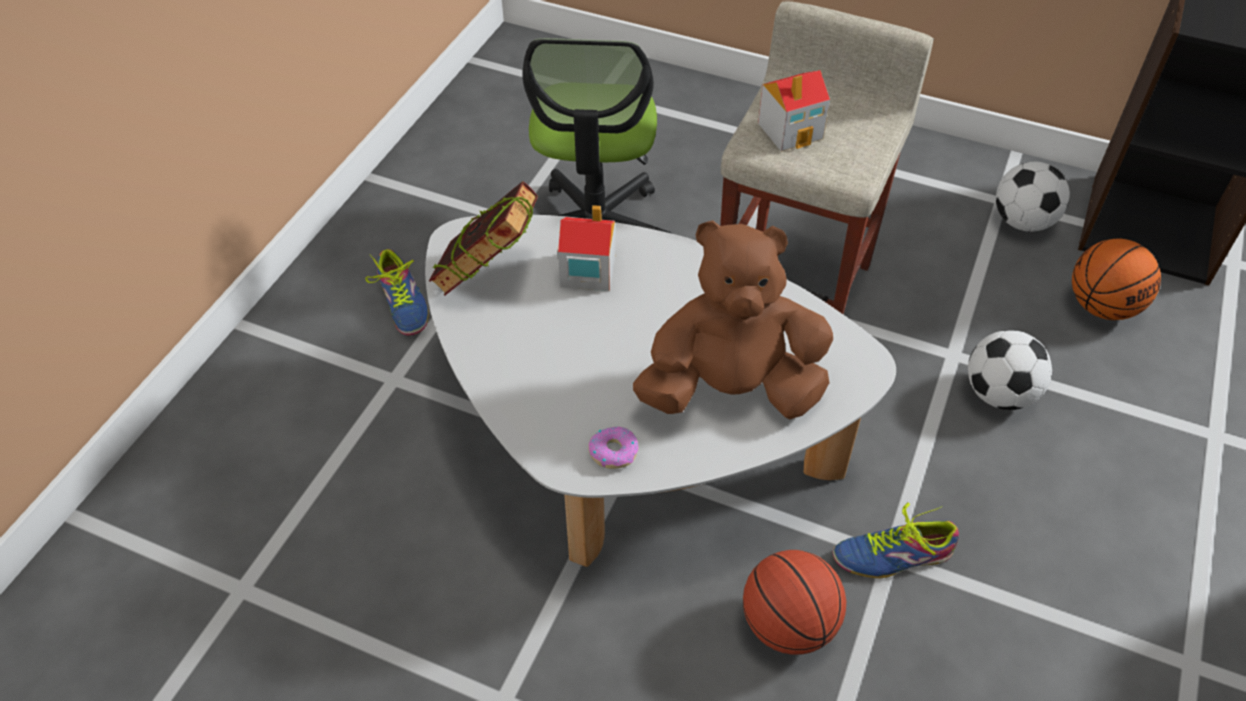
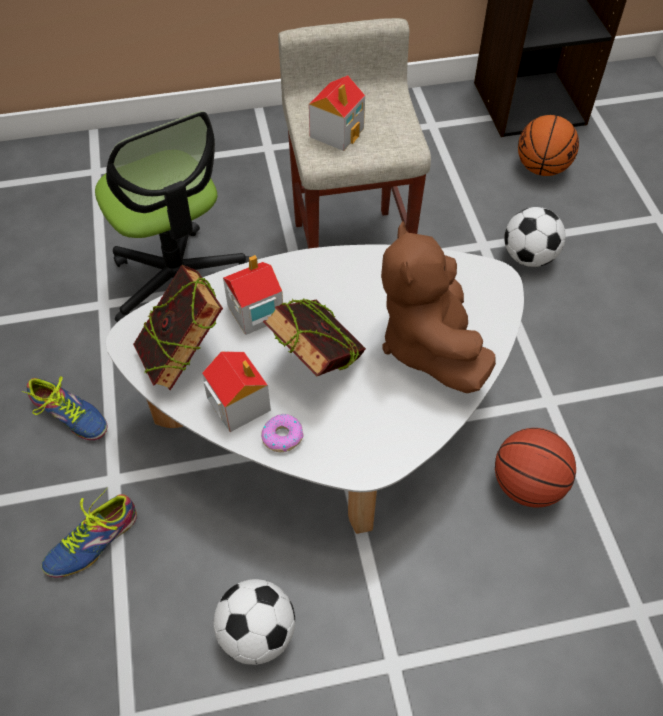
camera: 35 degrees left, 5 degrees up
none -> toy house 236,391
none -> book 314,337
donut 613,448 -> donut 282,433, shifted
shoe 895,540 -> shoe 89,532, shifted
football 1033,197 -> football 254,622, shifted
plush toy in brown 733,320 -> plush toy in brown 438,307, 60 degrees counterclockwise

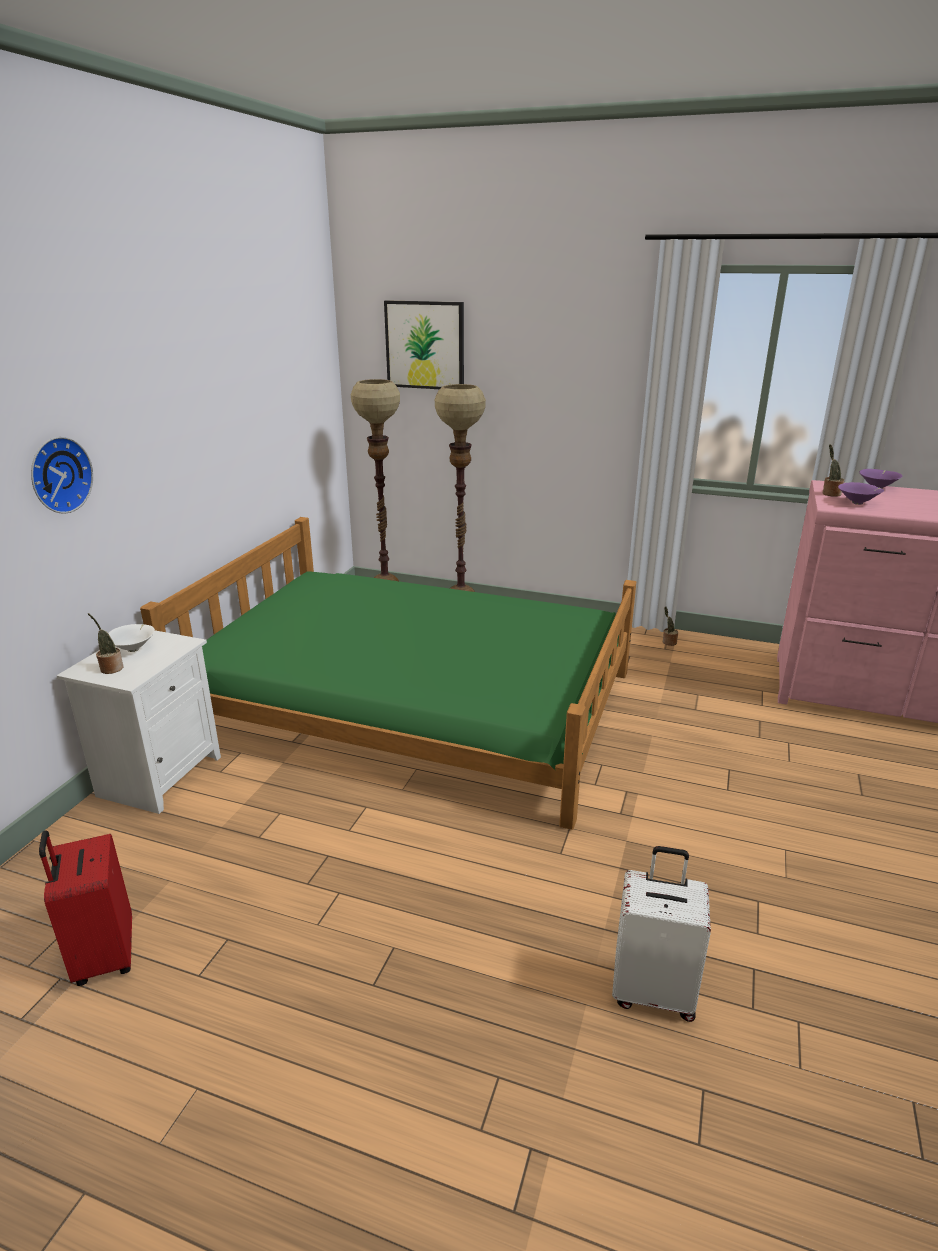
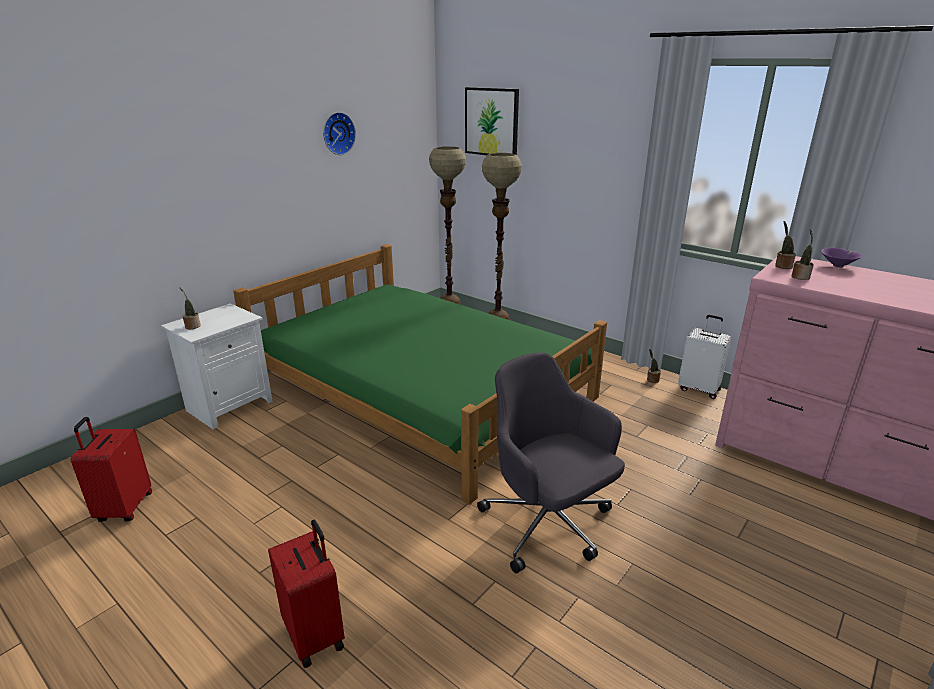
camera: 20 degrees right, 0 degrees up
bowl in white 131,638 -> none
none -> suitcase in red 306,594
none -> office chair in grey 551,463
wall clock 62,475 -> wall clock 339,133, shifted
suitcase in white 661,934 -> suitcase in white 704,357, shifted
bowl in purple 861,493 -> potted plant 803,254

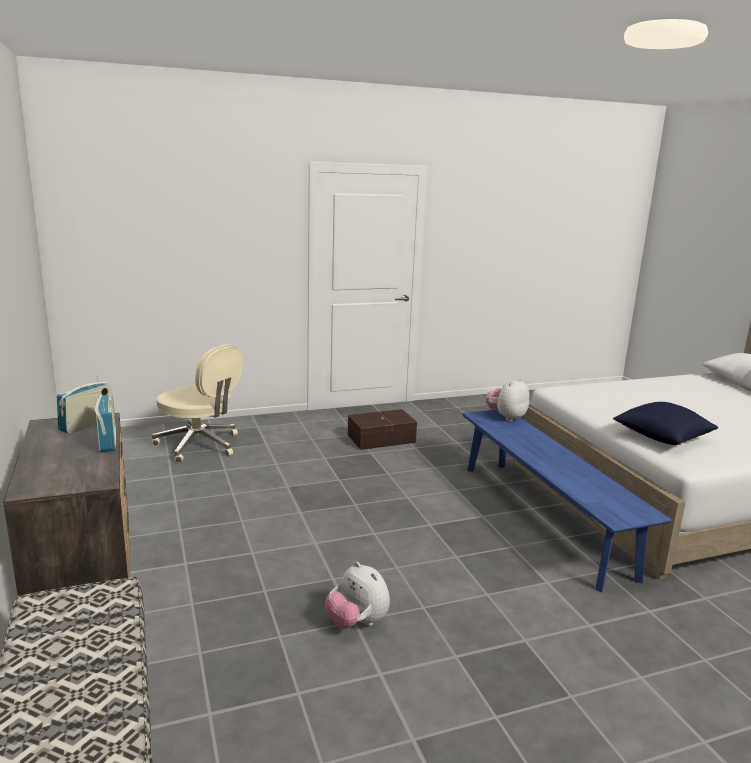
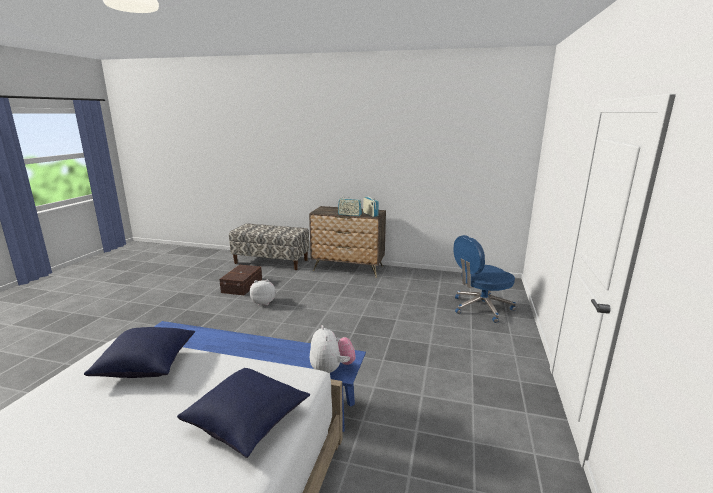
camera: 125 degrees right, 0 degrees up
none -> pillow in blue 243,413
storage box in brown 382,429 -> storage box in brown 240,280, shifted
office chair in beige 197,403 -> office chair in blue 485,279

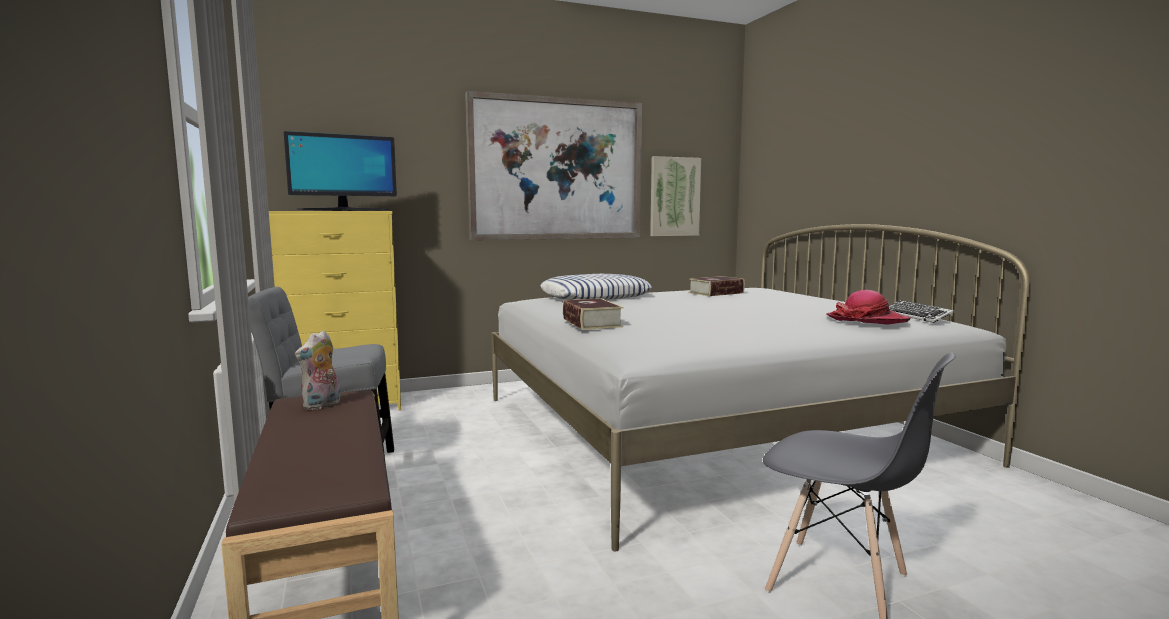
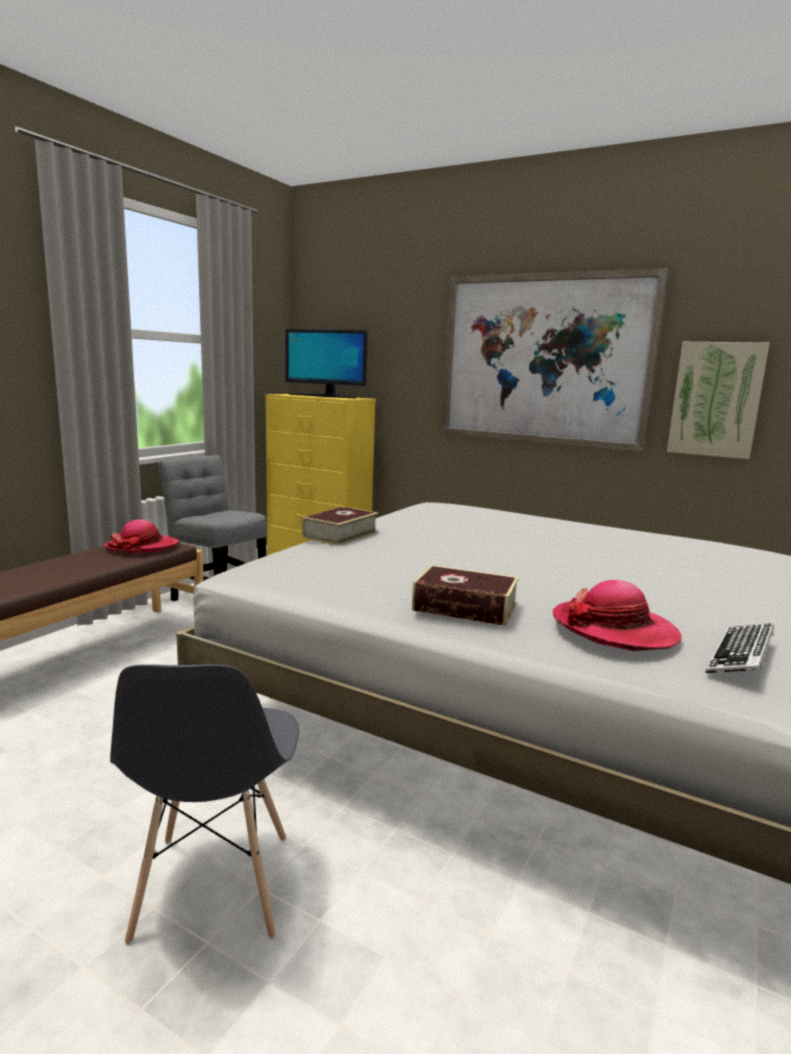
camera: 50 degrees right, 5 degrees up
pillow 596,287 -> none
book 717,286 -> book 465,595, shifted
plush toy 317,370 -> hat 141,536

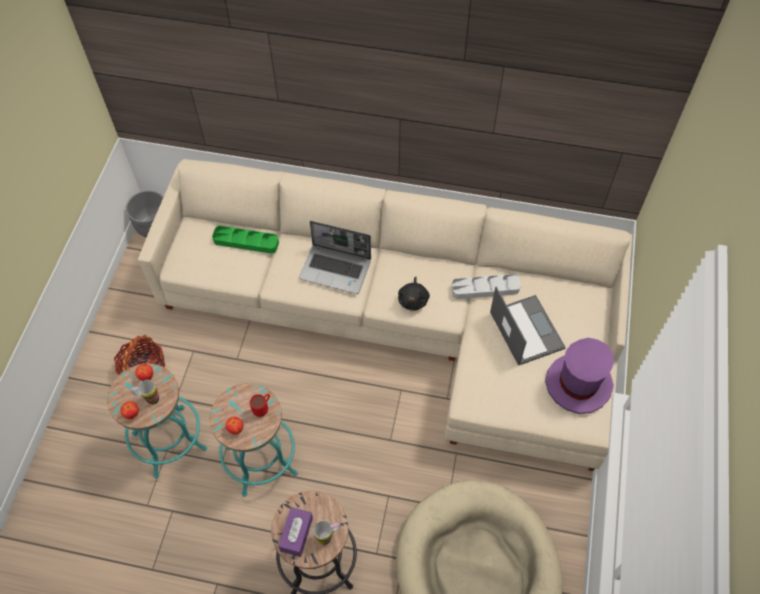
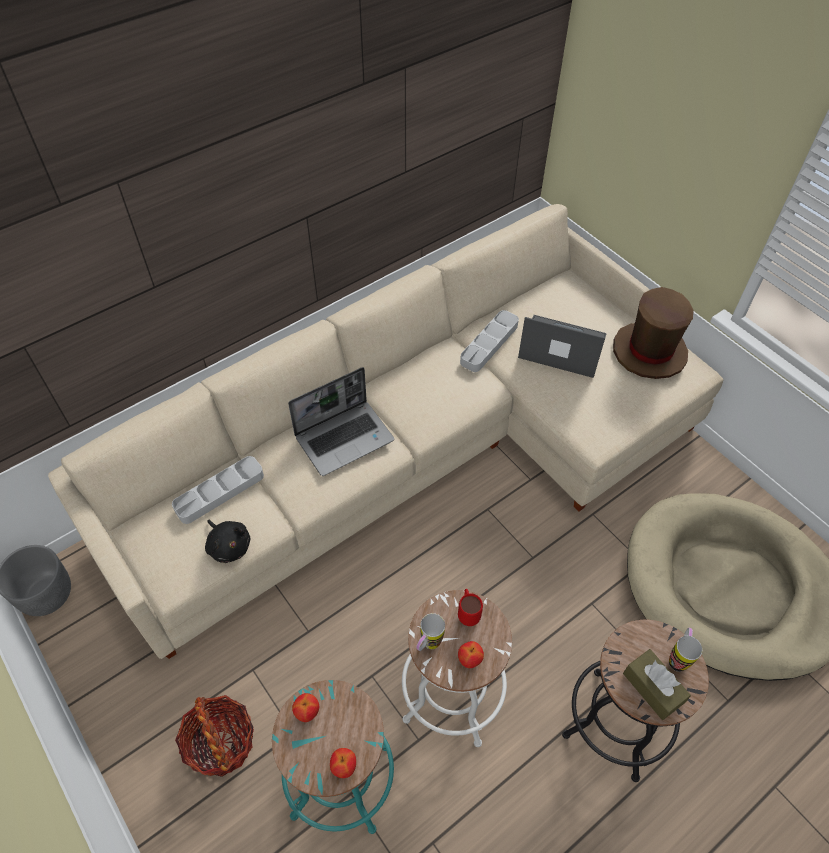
camera: 50 degrees left, 5 degrees down
mug 145,392 -> mug 430,632, shifted
plush toy in black 414,294 -> plush toy in black 227,541, shifted
stool in turquoise 254,440 -> stool in white 457,668
tray in green 245,240 -> tray in grey 218,490
tissue box in purple 295,532 -> tissue box in brown 657,684
hat in purple 579,376 -> hat in brown 653,333

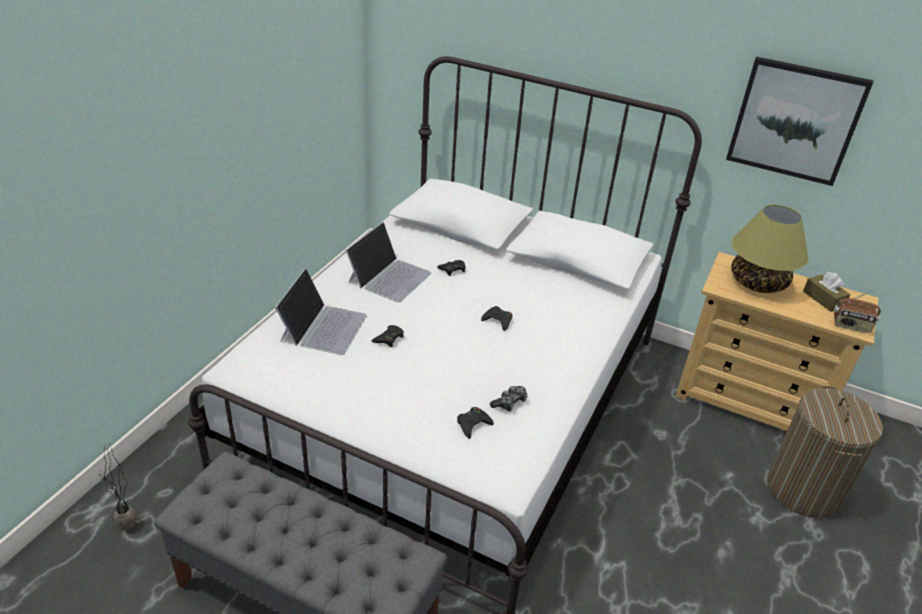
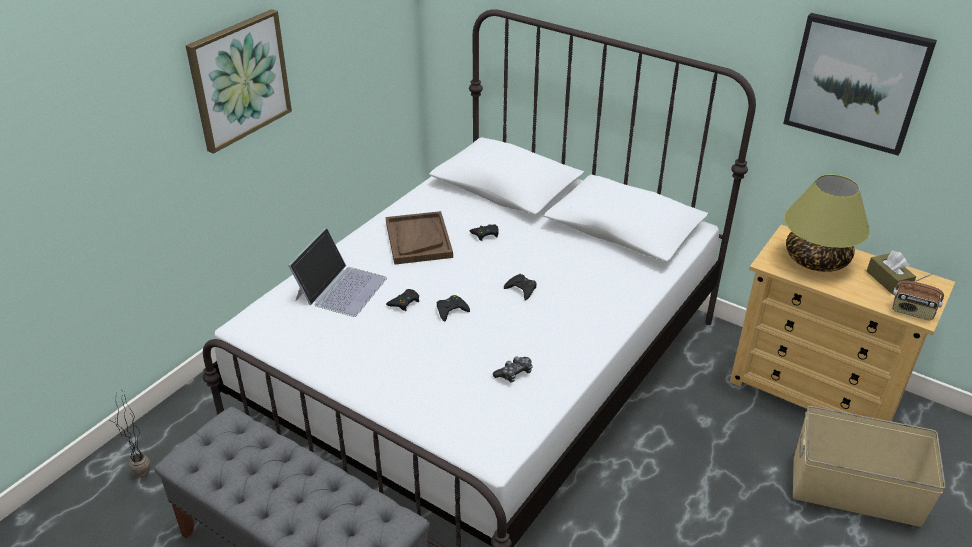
camera: 10 degrees right, 0 degrees up
none -> picture 239,81
game controller in black 475,423 -> game controller in black 453,308, shifted
laptop 388,262 -> tray in brown 419,238
laundry basket 825,452 -> storage box in beige 869,466

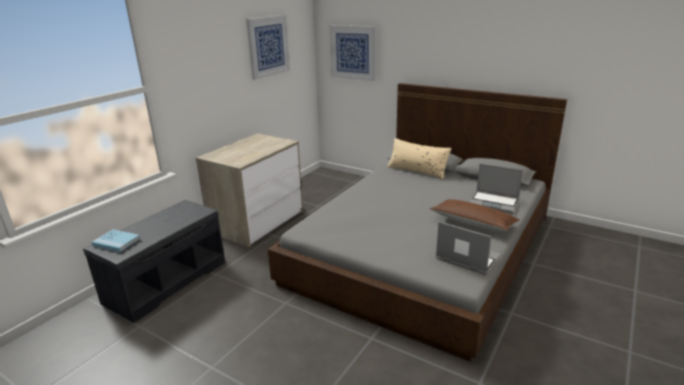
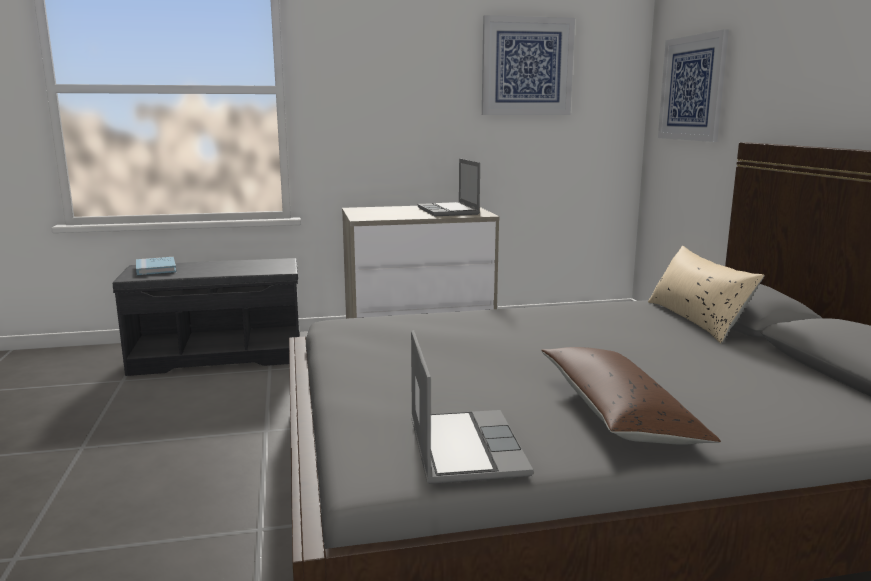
camera: 45 degrees right, 10 degrees down
laptop 496,188 -> laptop 449,187, shifted

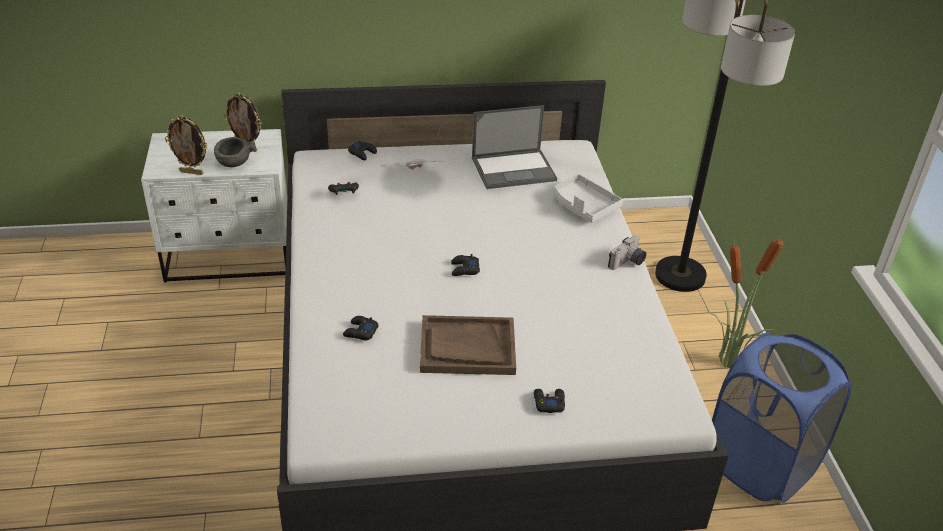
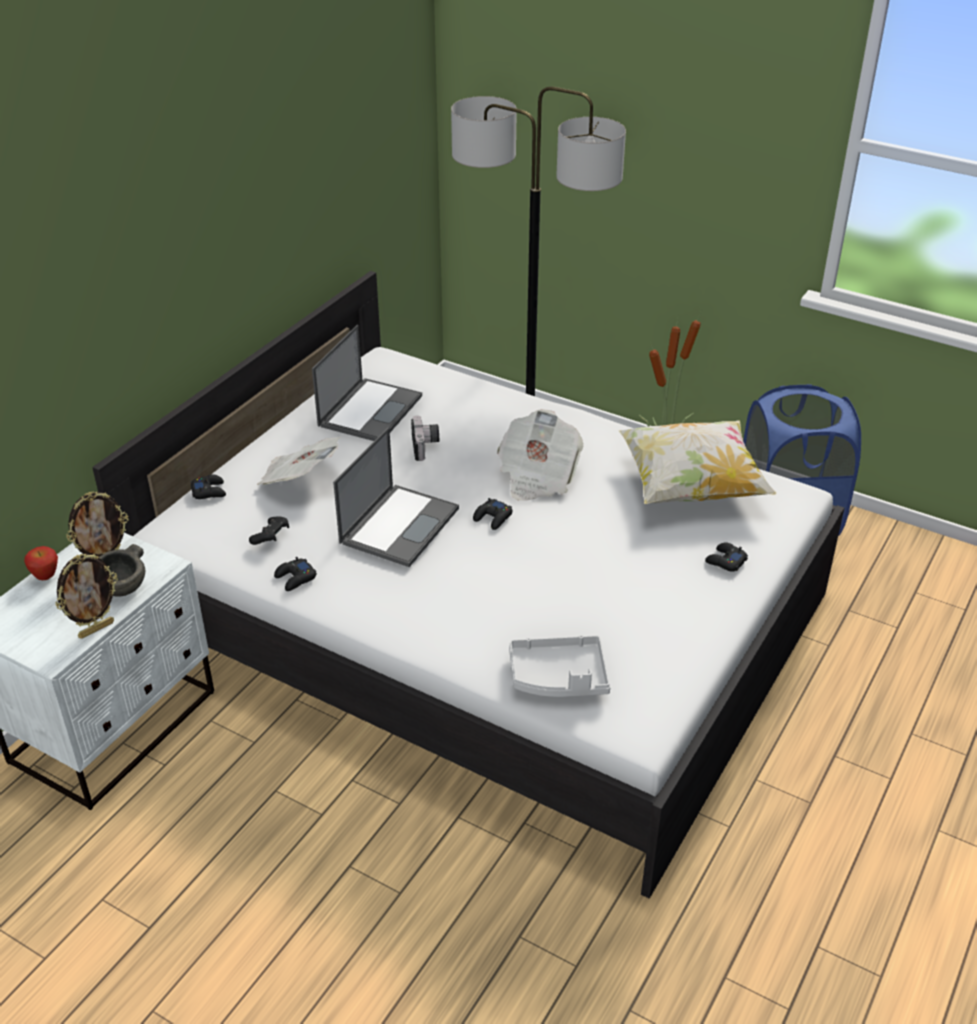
camera: 50 degrees left, 0 degrees up
tray in brown 468,345 -> none
none -> apple 41,563
none -> laptop 396,497
none -> newspaper 540,455
none -> pillow 697,462
game controller in black 361,328 -> game controller in black 295,574, shifted
tray in grey 588,198 -> tray in grey 560,666, shifted
photo camera 627,253 -> photo camera 425,438, shifted

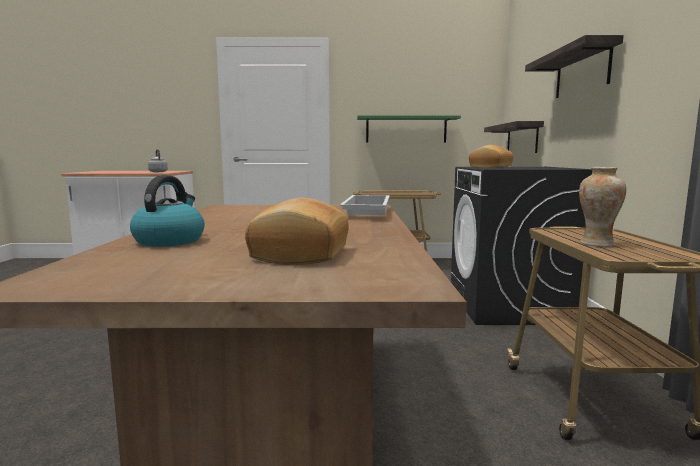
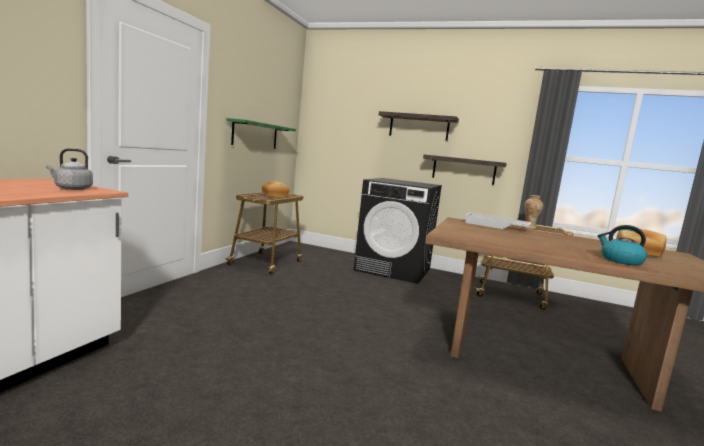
camera: 70 degrees left, 0 degrees up
bread 491,156 -> bread 275,189, shifted
shelf 514,137 -> shelf 465,170, shifted

